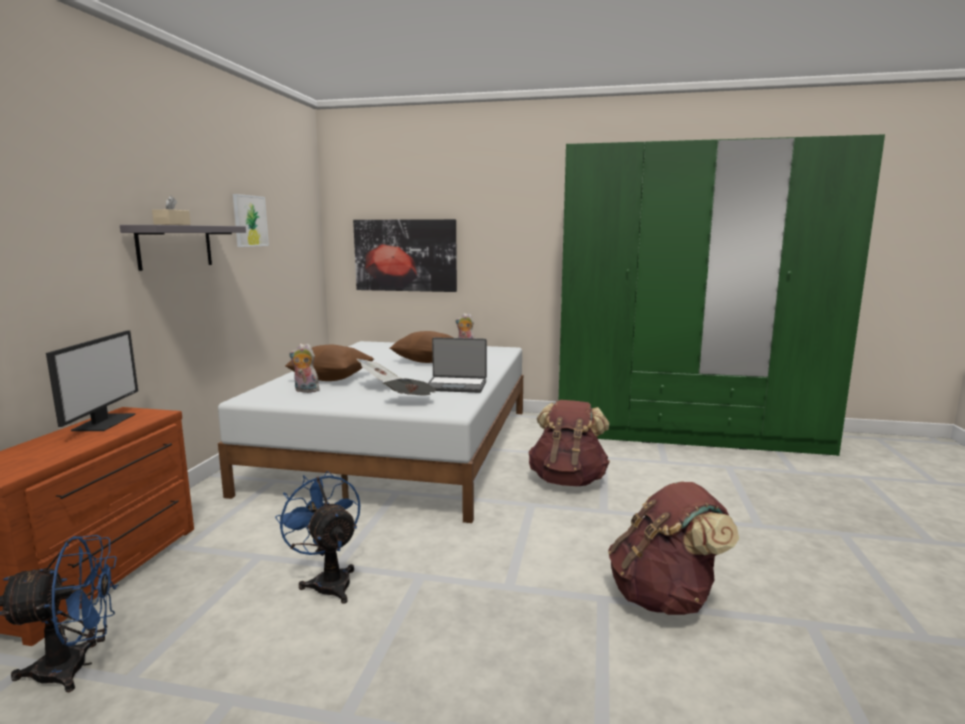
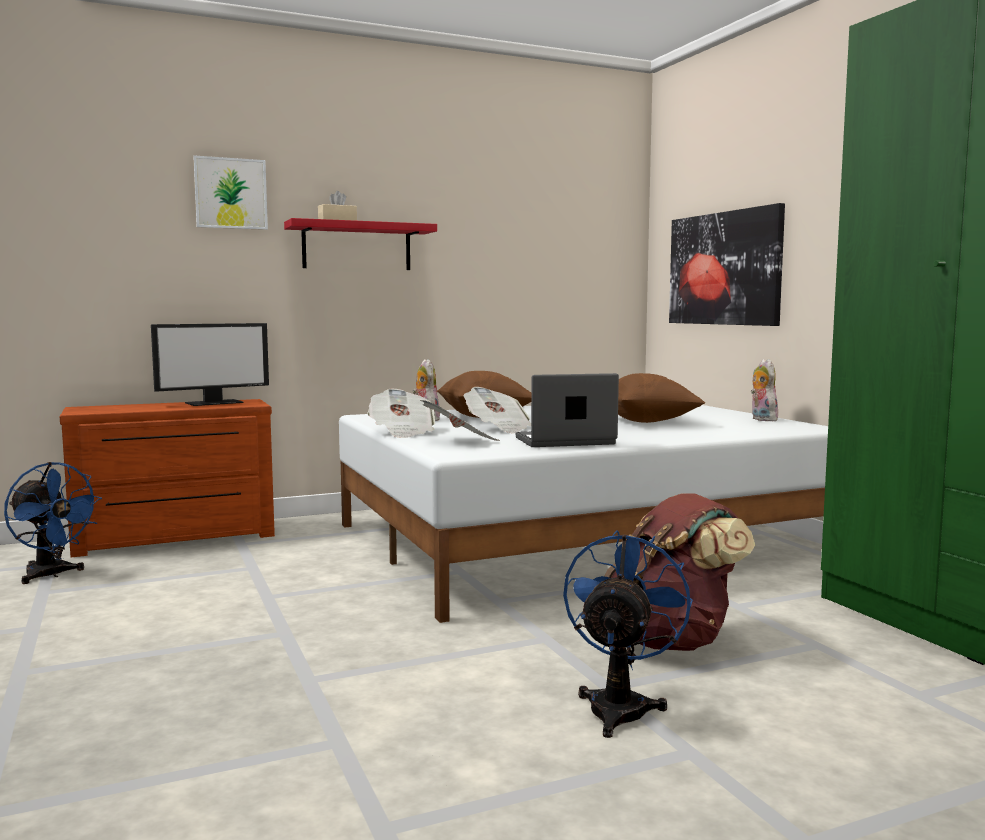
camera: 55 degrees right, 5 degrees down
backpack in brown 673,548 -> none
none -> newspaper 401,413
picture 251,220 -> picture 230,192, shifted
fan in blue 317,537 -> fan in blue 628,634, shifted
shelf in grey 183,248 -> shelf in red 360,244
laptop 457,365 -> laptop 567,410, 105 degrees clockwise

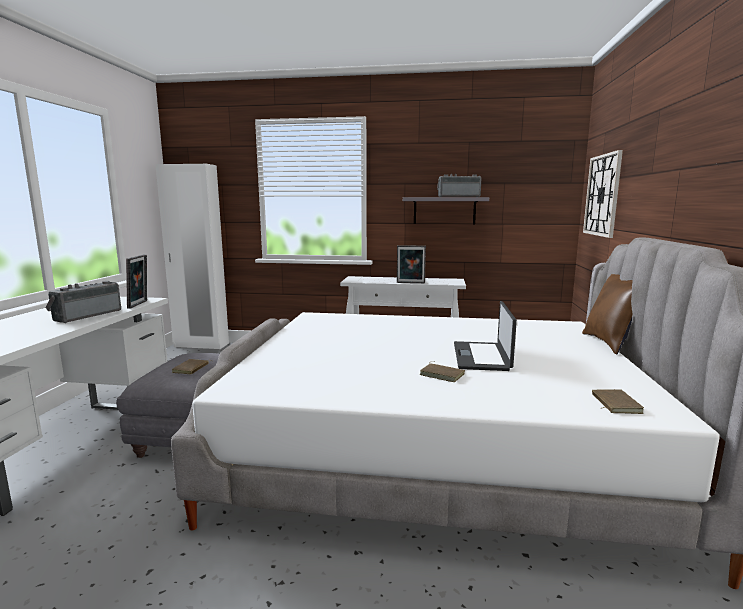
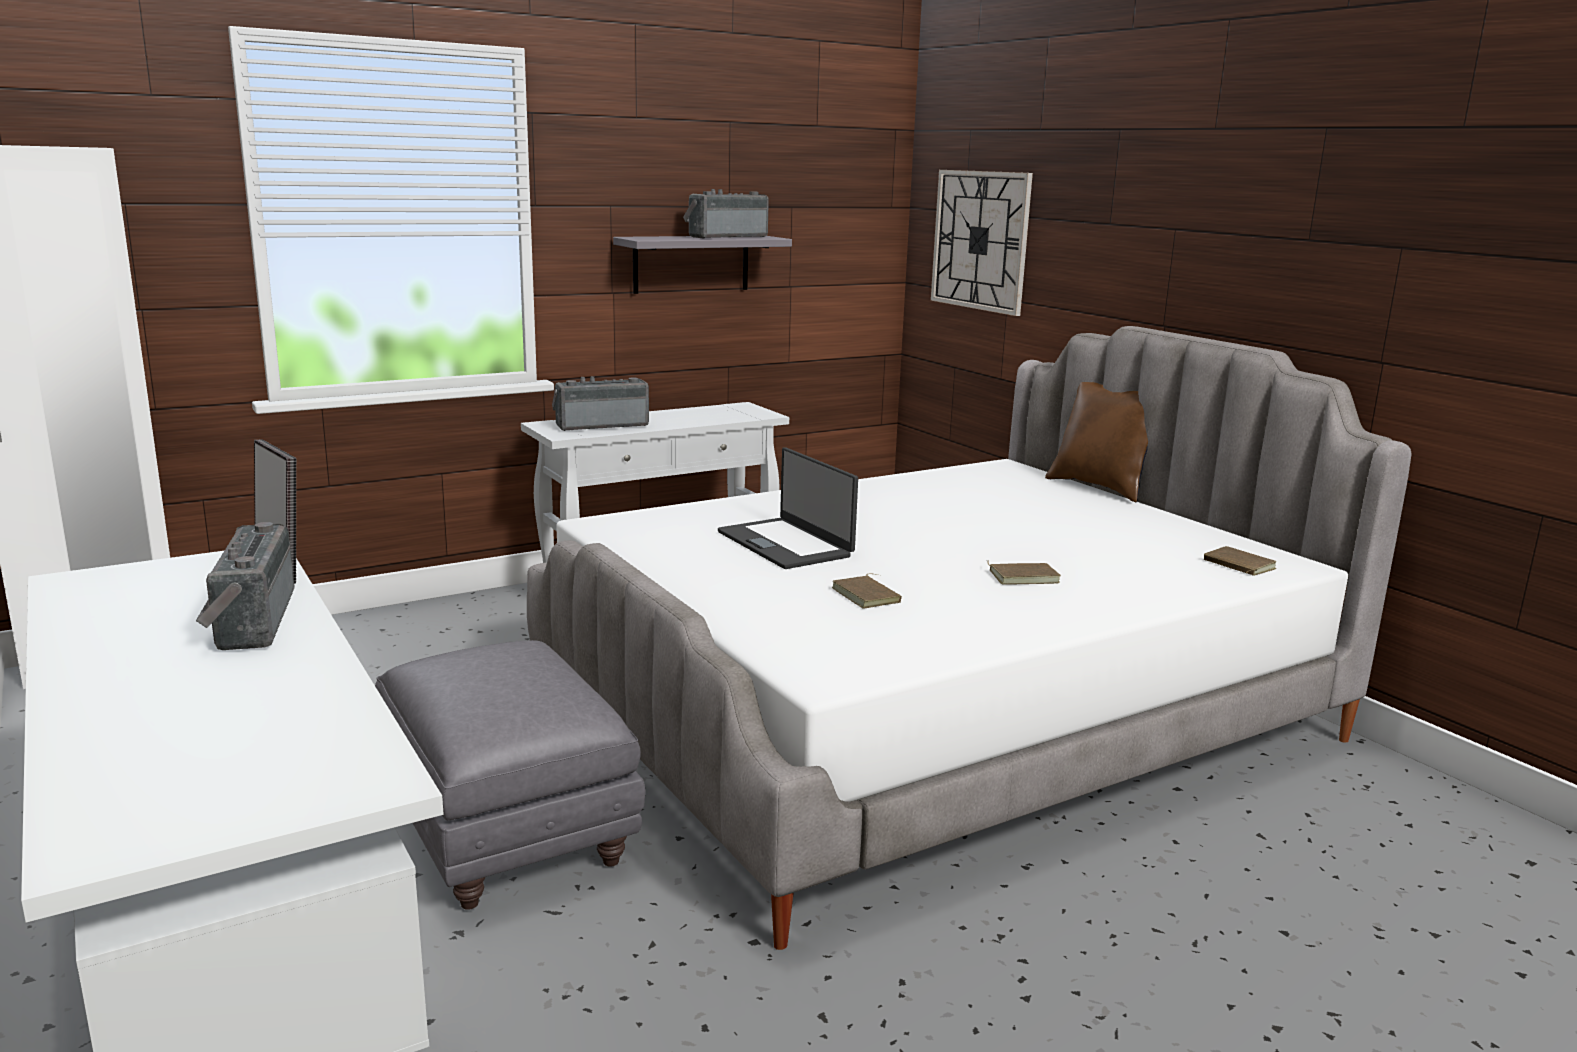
camera: 40 degrees left, 5 degrees up
picture frame 411,264 -> none
none -> radio 600,403
book in brown 193,367 -> book in brown 867,591, shifted
laptop 485,336 -> laptop 788,508, shifted

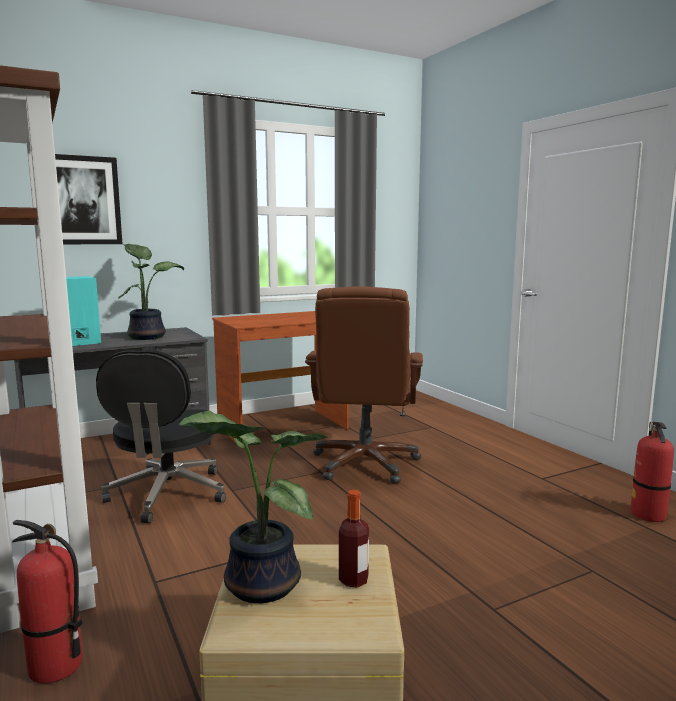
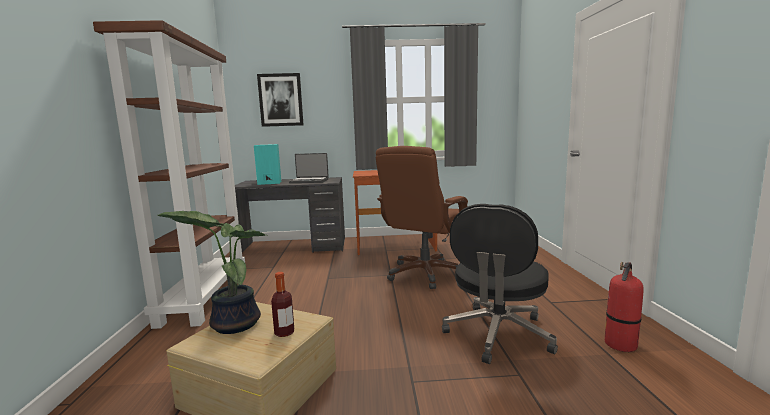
camera: 25 degrees right, 0 degrees up
fire extinguisher 47,602 -> none
office chair in black 161,436 -> office chair in black 500,284, shifted
potted plant 151,292 -> laptop 309,168

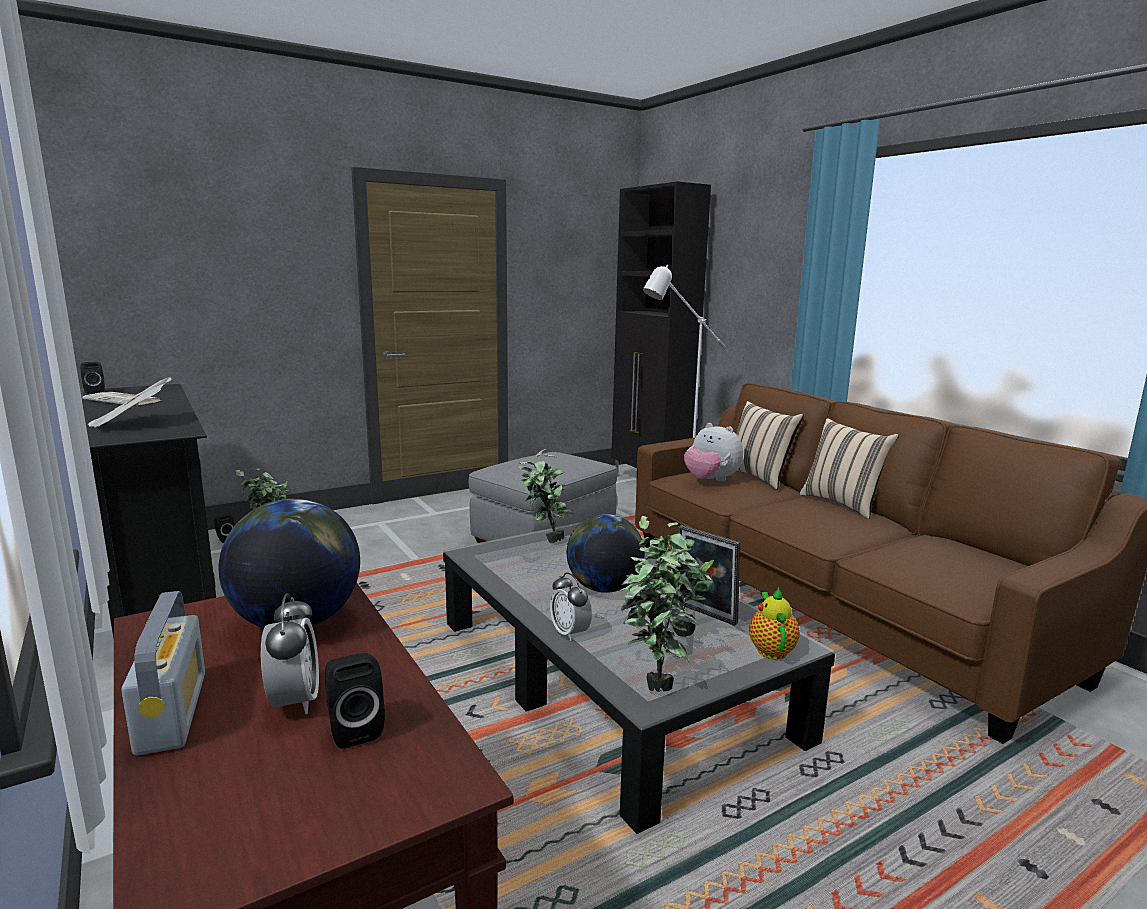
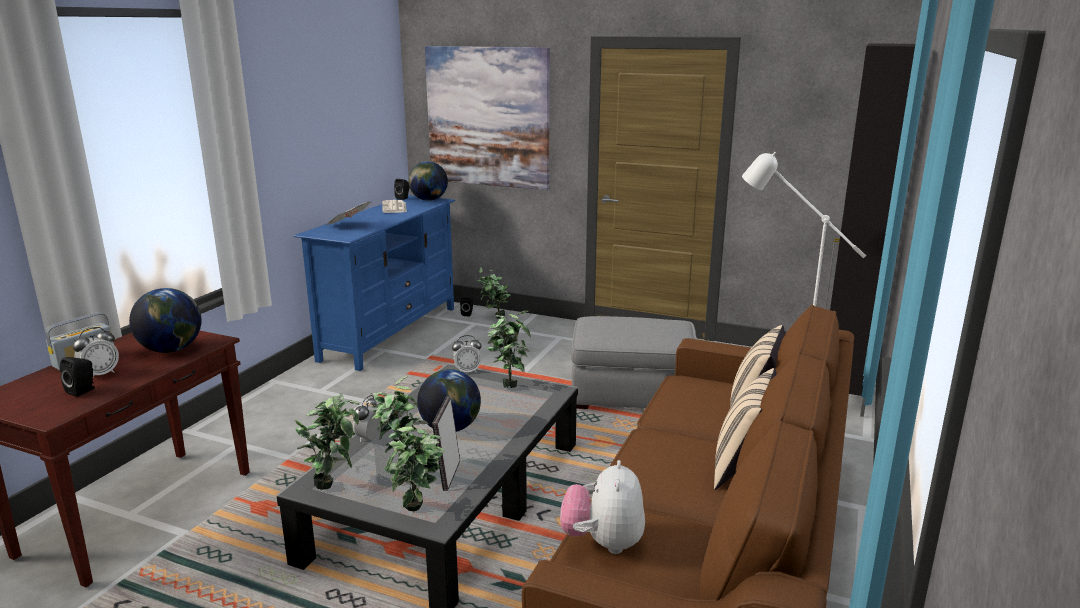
camera: 55 degrees right, 5 degrees up
none -> globe 428,181
none -> picture 487,118
none -> alarm clock 466,354
plush toy 713,452 -> plush toy 602,507, shifted
teapot 774,623 -> potted plant 414,468
tv stand in black 149,511 -> tv stand in blue 375,283

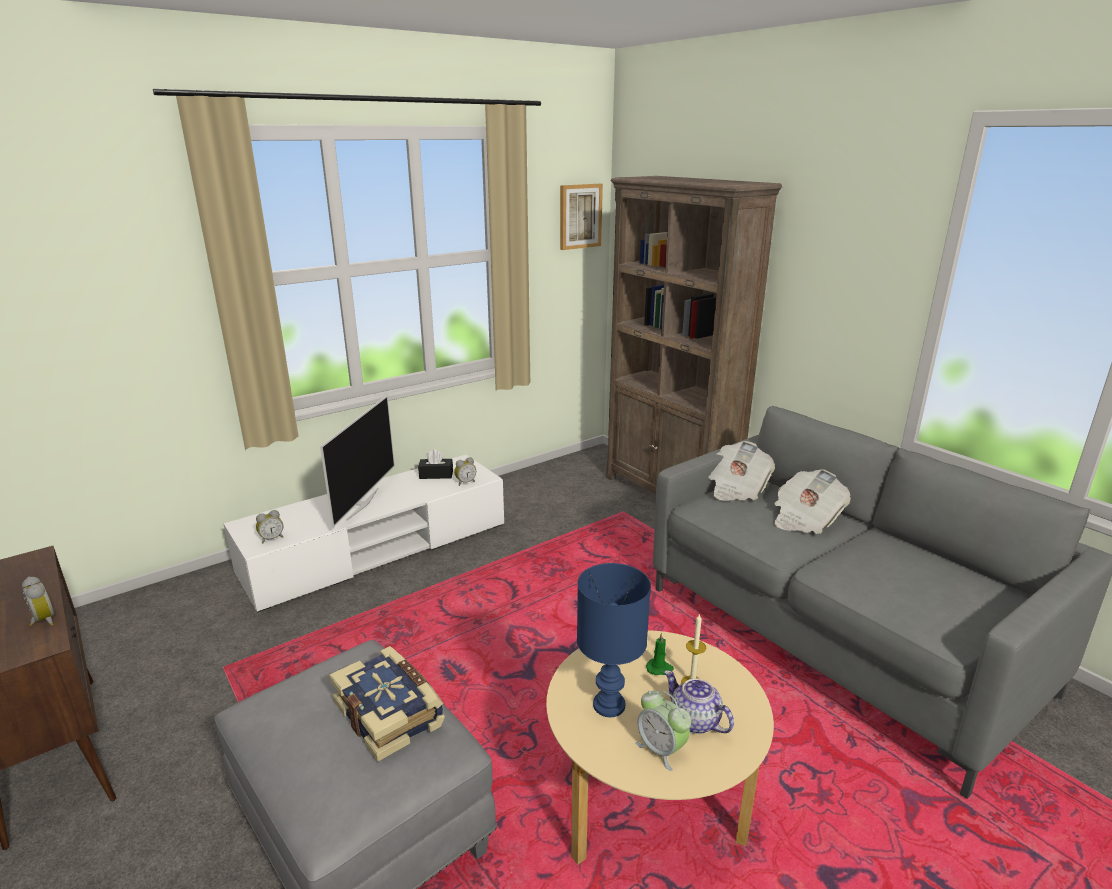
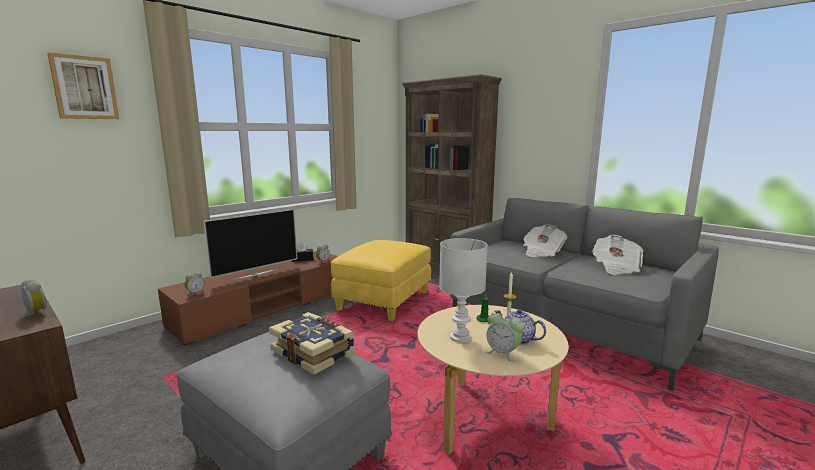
camera: 10 degrees left, 10 degrees down
none -> ottoman in yellow 381,280
picture 581,217 -> picture 83,85, shifted
newspaper 742,471 -> newspaper 618,255, shifted
tv stand in white 363,534 -> tv stand in brown 248,298
table lamp in blue 614,640 -> table lamp in white 463,290
television 357,461 -> television 250,244, 45 degrees clockwise

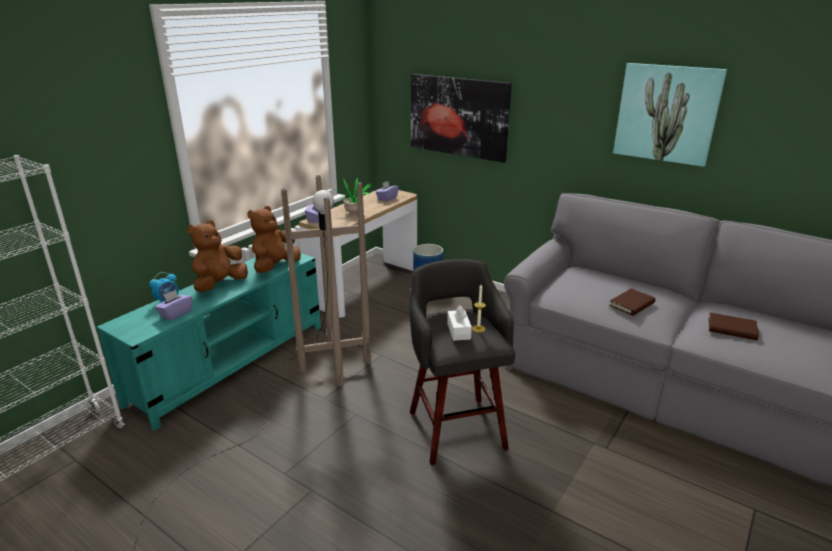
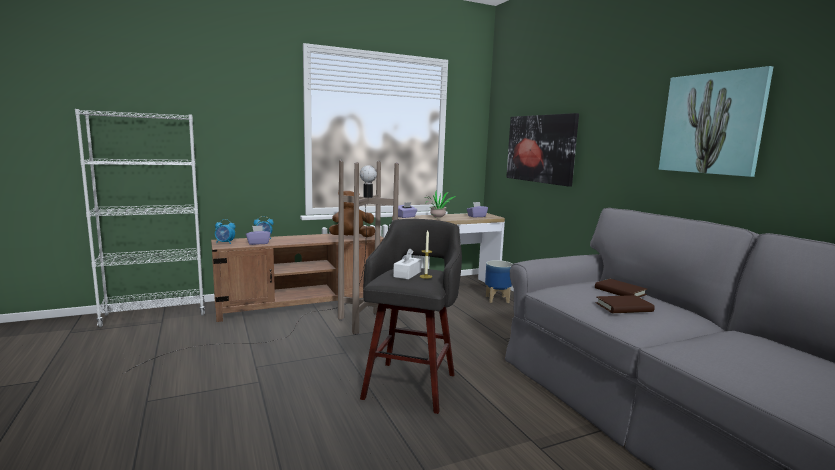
camera: 30 degrees right, 15 degrees down
plush toy in brown 217,256 -> none
none -> alarm clock 225,231
book in brown 733,326 -> book in brown 621,288, shifted
tv stand in turquoise 209,342 -> tv stand in brown 297,278

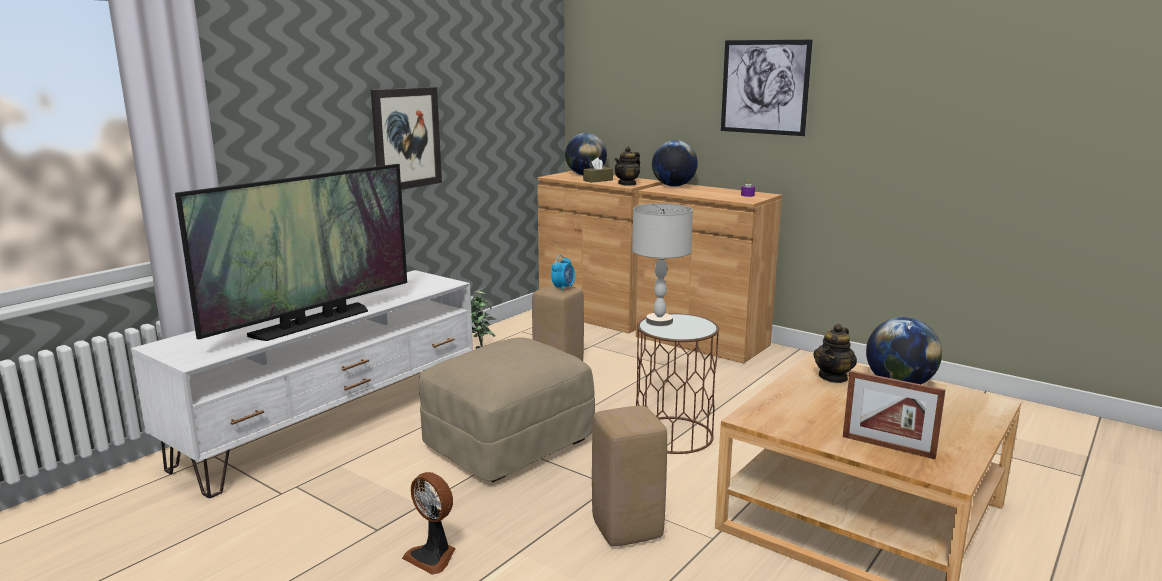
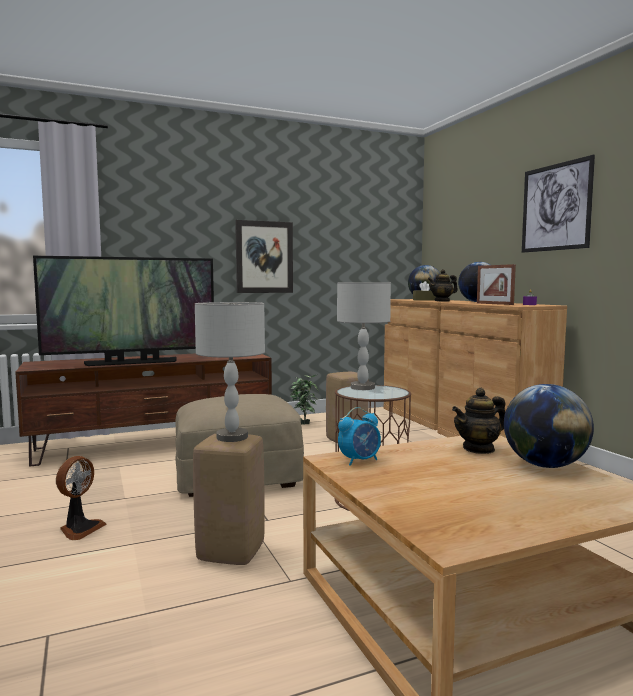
camera: 30 degrees right, 10 degrees down
none -> table lamp in grey 230,372
alarm clock 563,273 -> alarm clock 359,436, shifted
picture frame 894,414 -> picture frame 496,284, shifted
tv stand in white 302,384 -> tv stand in brown 143,410
fan 428,523 -> fan 81,498, 135 degrees counterclockwise

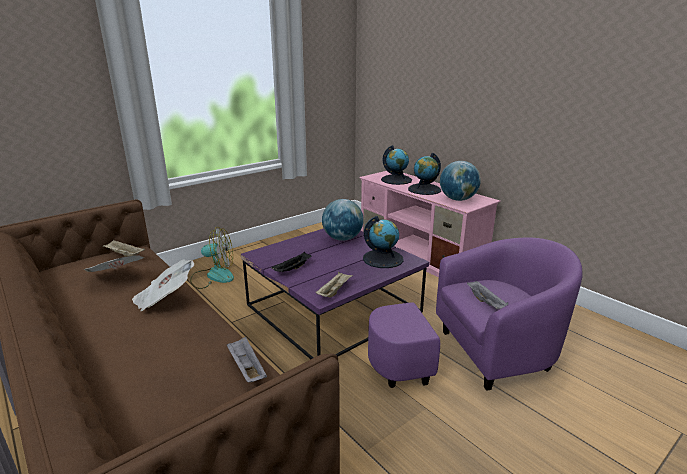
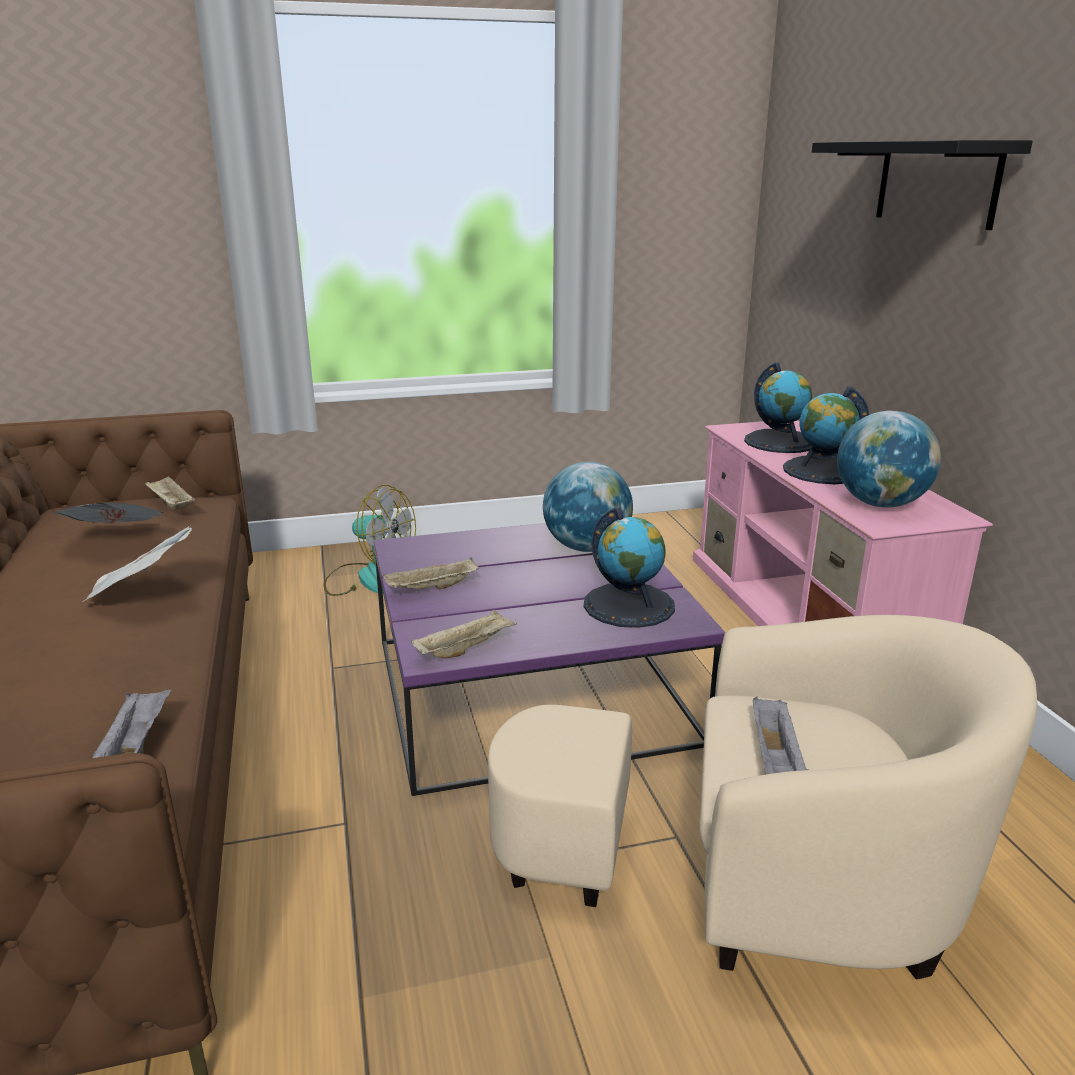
camera: 25 degrees right, 0 degrees up
none -> shelf in black 922,185
tray in black 291,262 -> tray in beige 431,574
armchair in purple 475,314 -> armchair in beige 763,797

